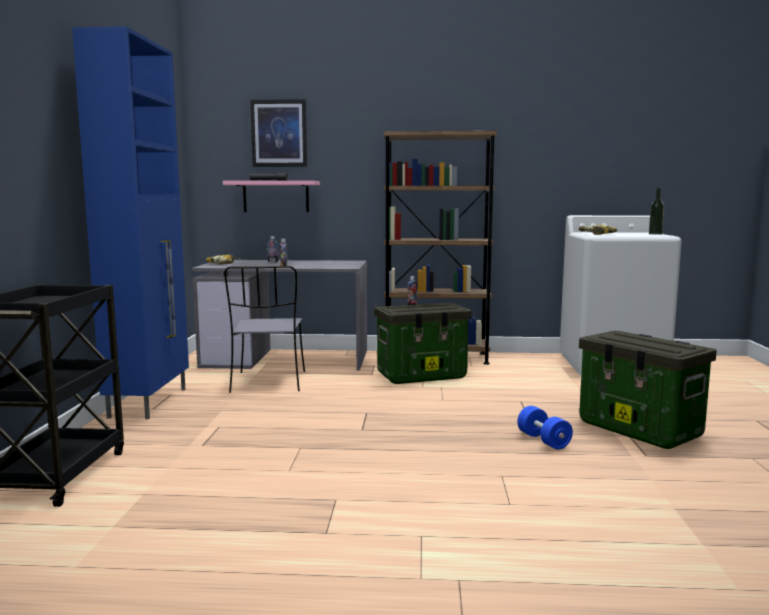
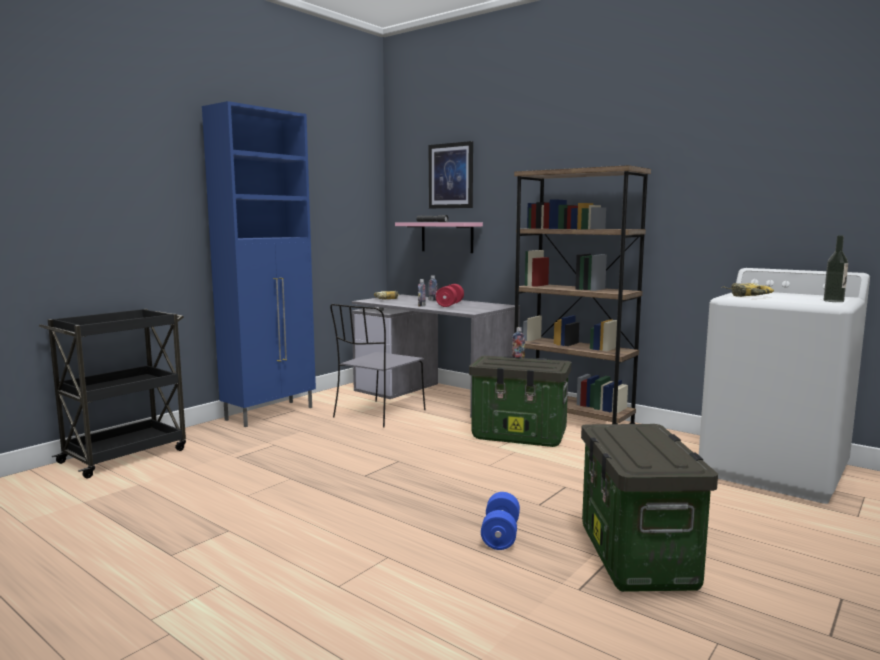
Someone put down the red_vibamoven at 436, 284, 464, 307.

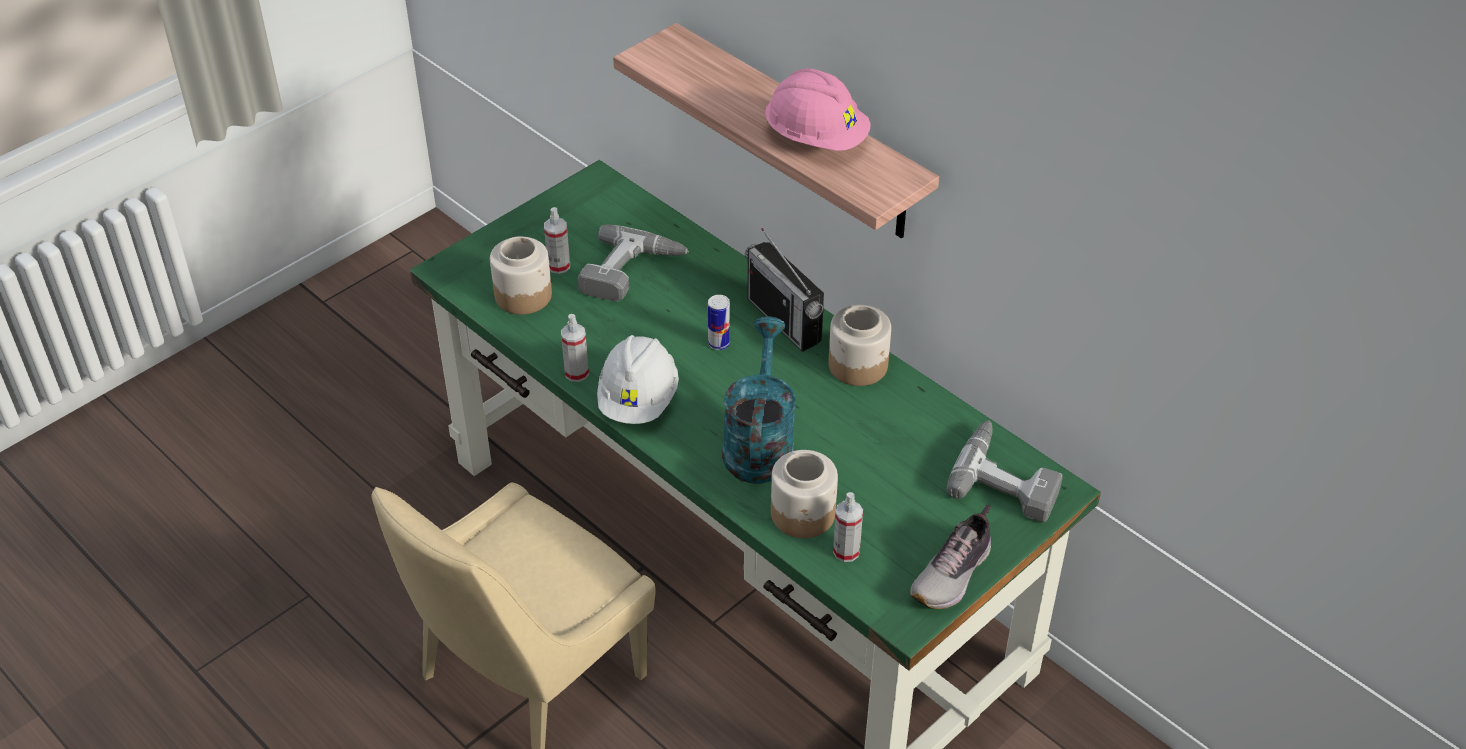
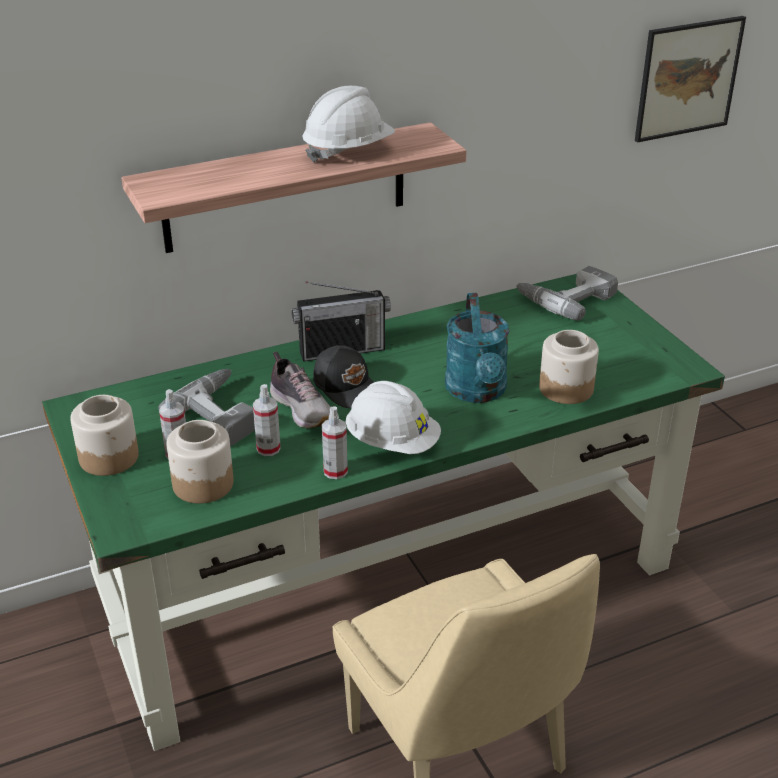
Someone put up the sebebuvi at 635, 16, 746, 142.
Someone carried the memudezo from 829, 305, 891, 386 to 70, 395, 139, 476.
Someone carried the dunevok from 833, 492, 863, 562 to 253, 384, 281, 456.
Someone carried the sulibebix from 910, 504, 991, 609 to 270, 352, 331, 428.
Someone swapped the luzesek at 708, 295, 730, 350 for the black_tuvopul at 313, 345, 374, 408.
Someone repainted the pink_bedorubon at 765, 69, 871, 151, which became the white_bedorubon at 302, 86, 395, 163.
Someone rotated the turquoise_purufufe at 722, 316, 796, 484 by 120 degrees counterclockwise.

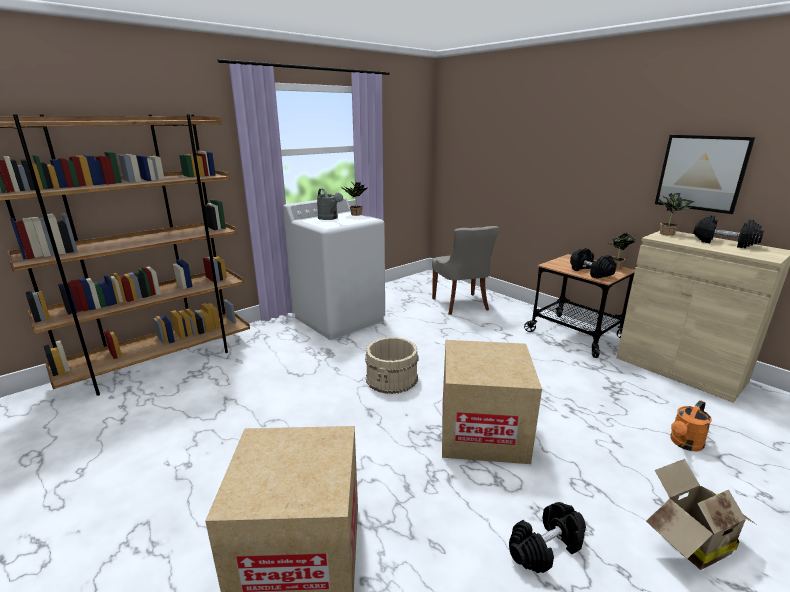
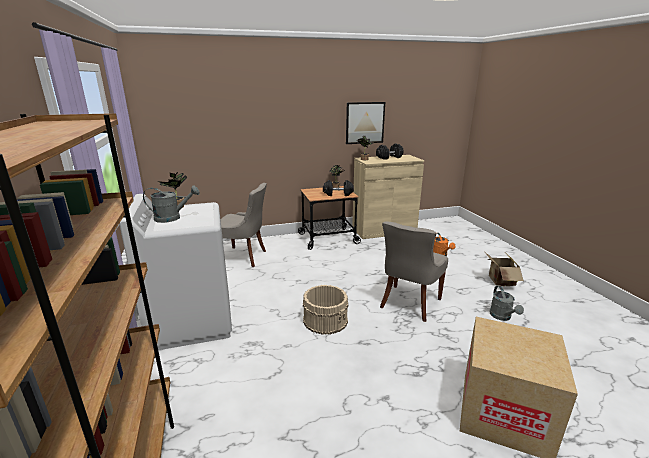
Someone swapped the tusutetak at 442, 340, 542, 464 for the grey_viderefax at 380, 221, 448, 322.
Someone swapped the black_vibamoven at 509, 502, 586, 573 for the grey_purufufe at 490, 286, 524, 321.

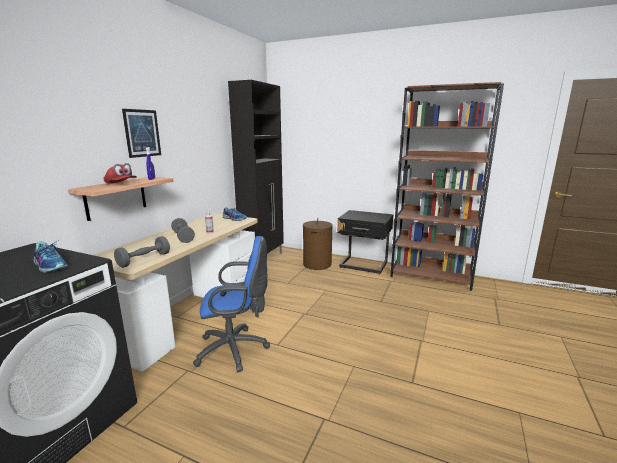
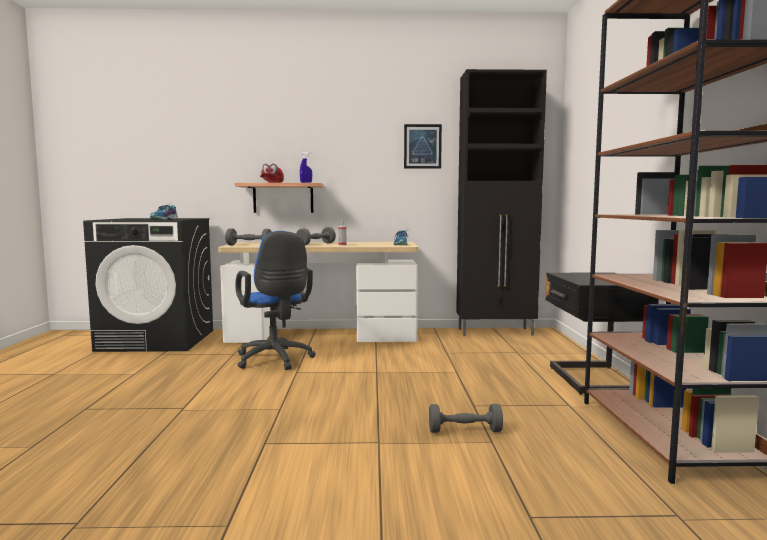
Someone took away the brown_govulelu at 303, 218, 333, 270.
Someone put down the grey_vibamoven at 429, 404, 503, 433.
Someone carried the sebebuvi from 122, 109, 161, 158 to 404, 124, 442, 169.

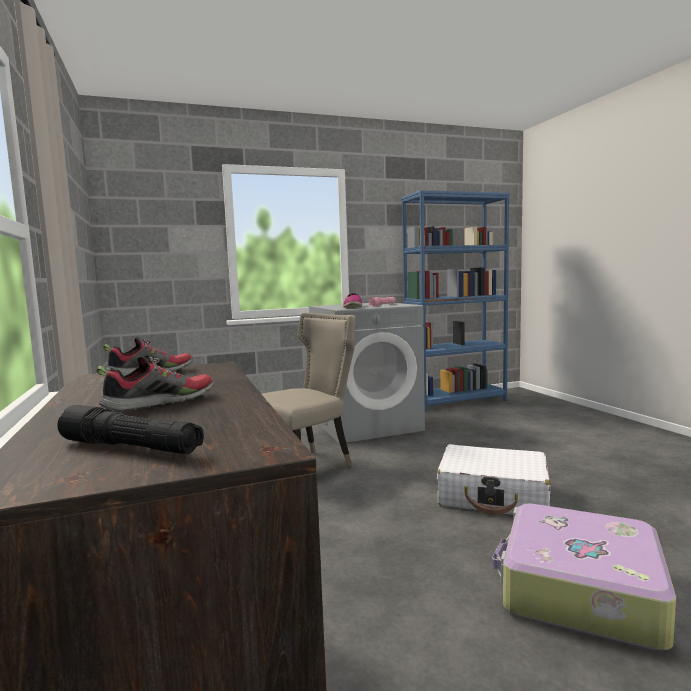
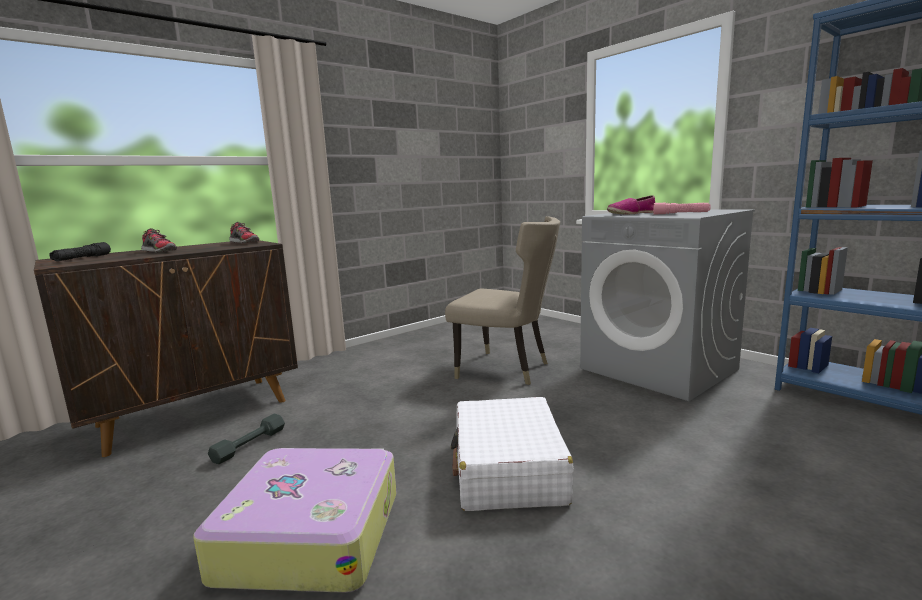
Someone put down the grey_vibamoven at 208, 414, 285, 464.

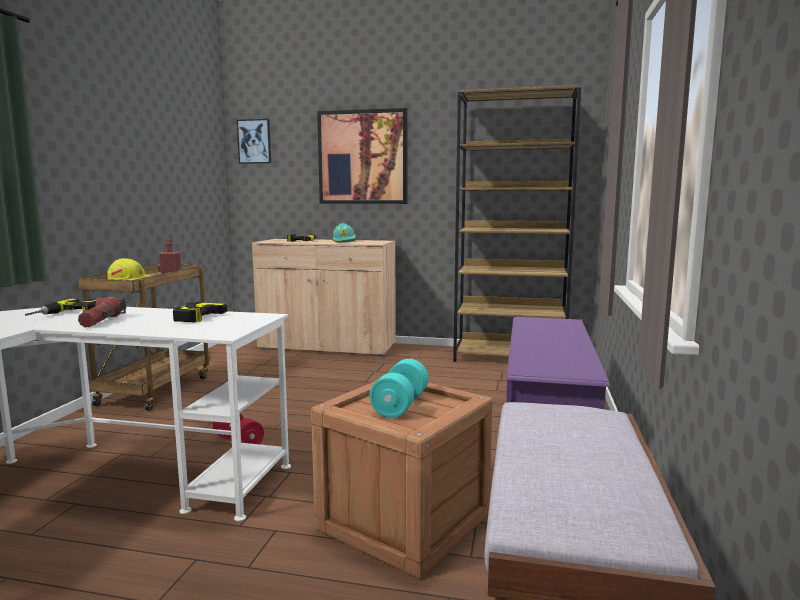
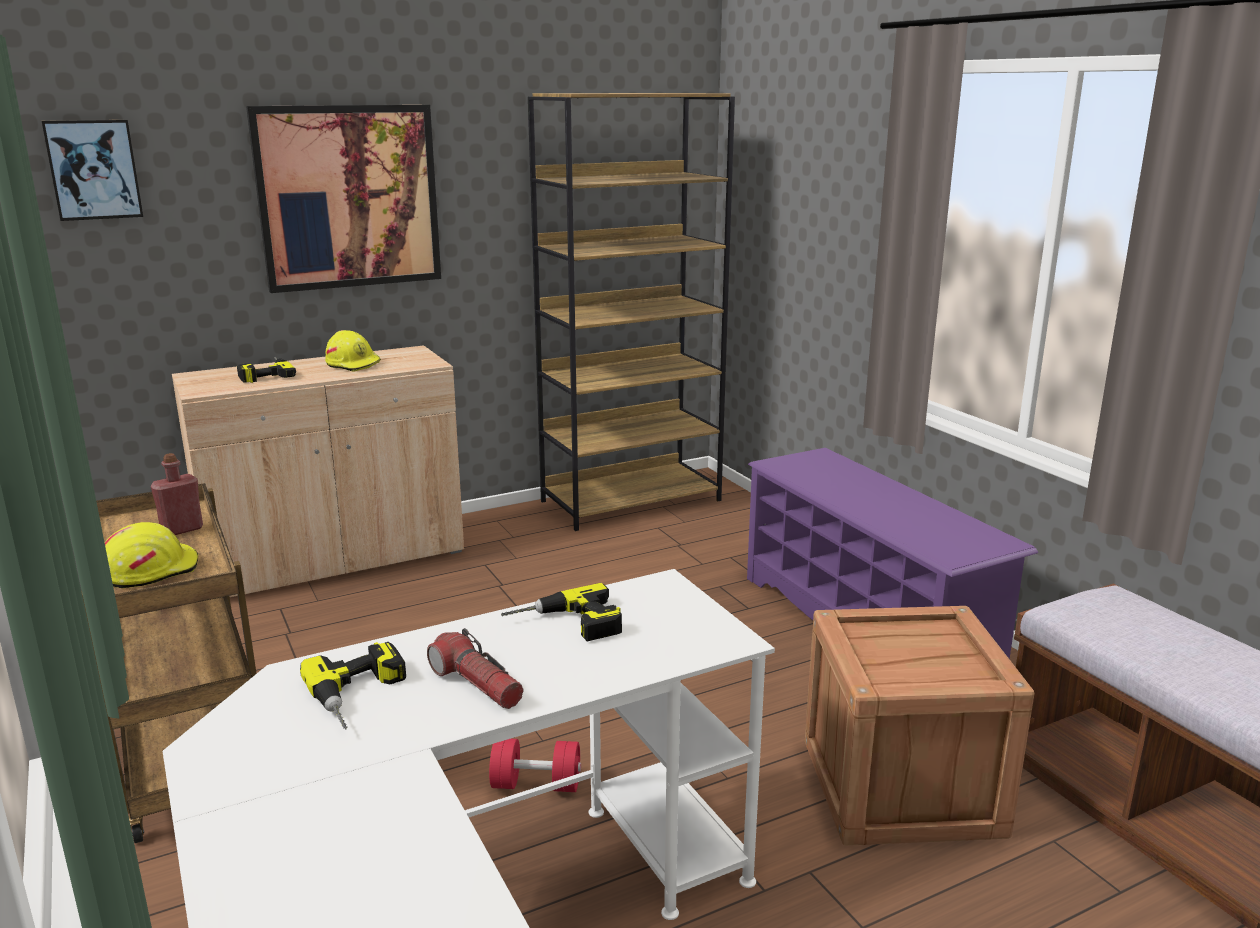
Someone took away the turquoise_vibamoven at 369, 359, 428, 418.
Someone repainted the turquoise_bedorubon at 332, 223, 357, 243, which became the yellow_bedorubon at 325, 330, 381, 372.

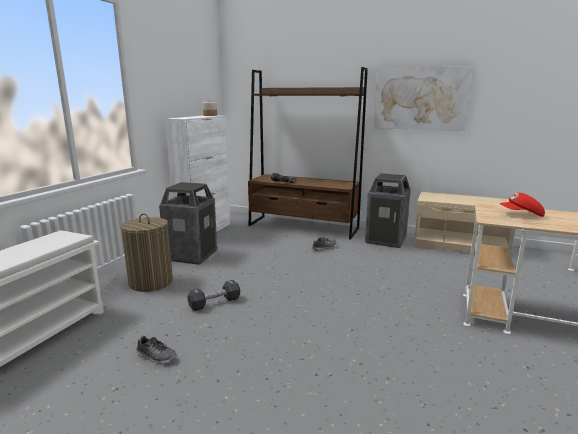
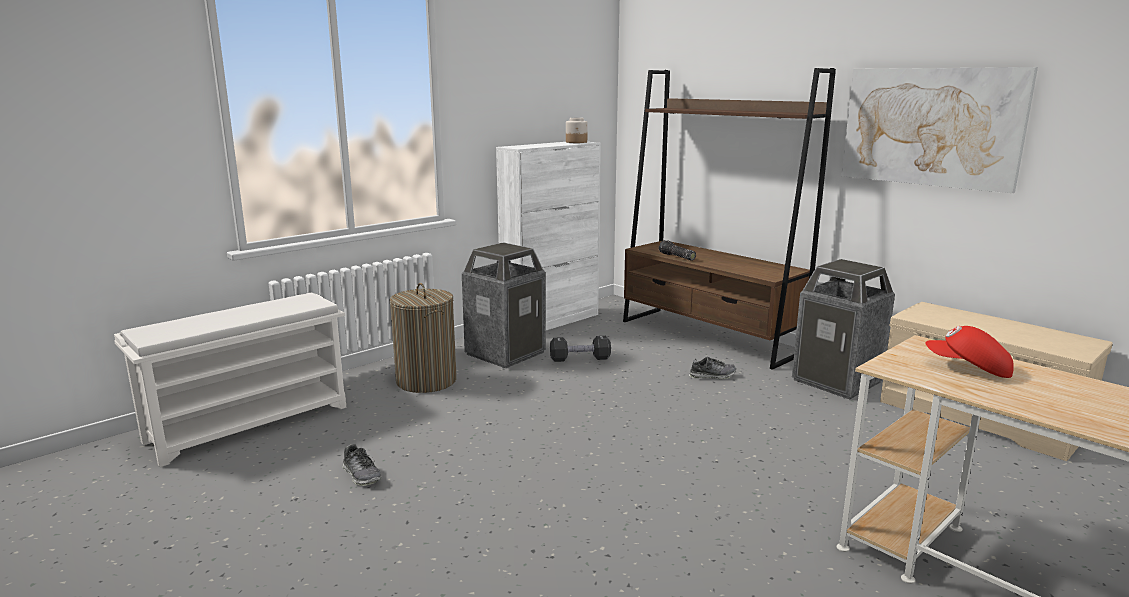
Someone carried the black_vibamoven from 188, 280, 240, 311 to 550, 336, 611, 362.

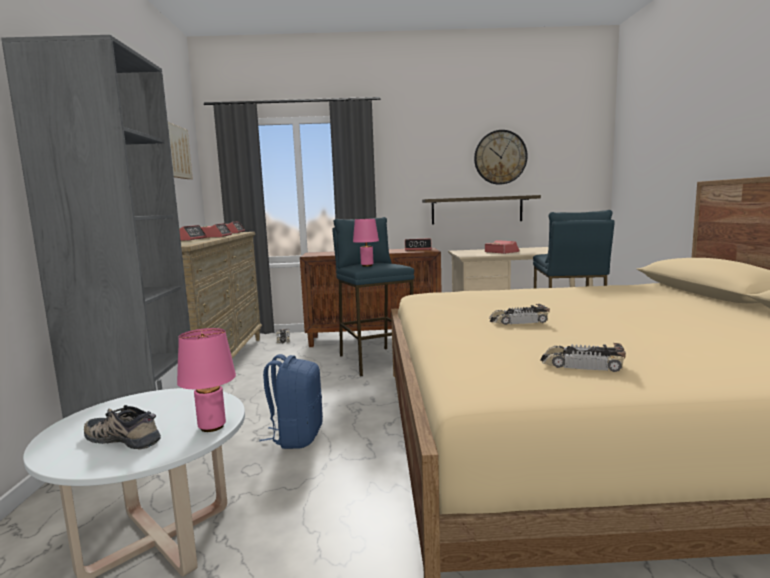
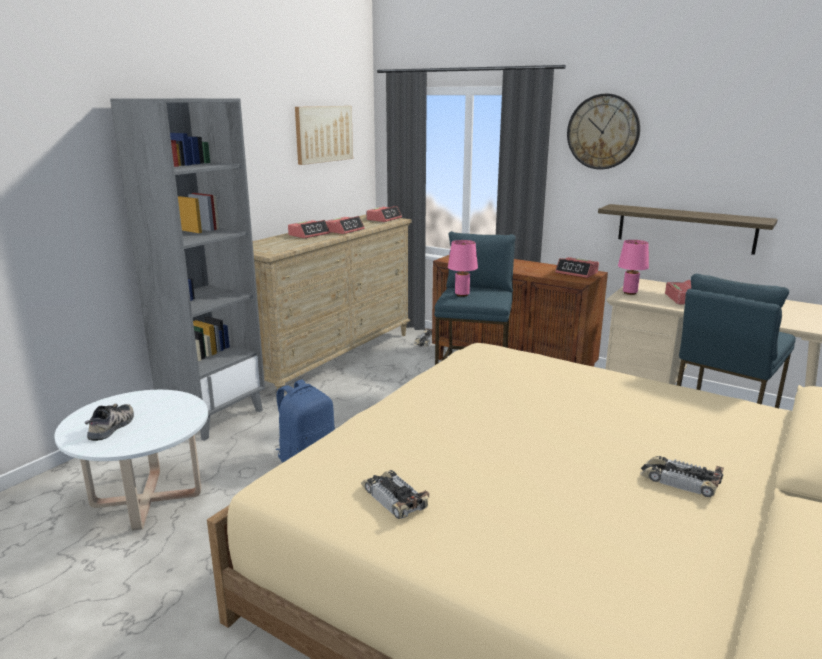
Someone carried the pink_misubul from 177, 328, 236, 432 to 618, 240, 649, 295.
Someone carried the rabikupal from 474, 130, 528, 185 to 567, 94, 640, 169.
Someone carried the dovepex from 489, 304, 550, 325 to 640, 456, 724, 497.
Someone rotated the sulibebix at 84, 405, 161, 449 by 45 degrees clockwise.

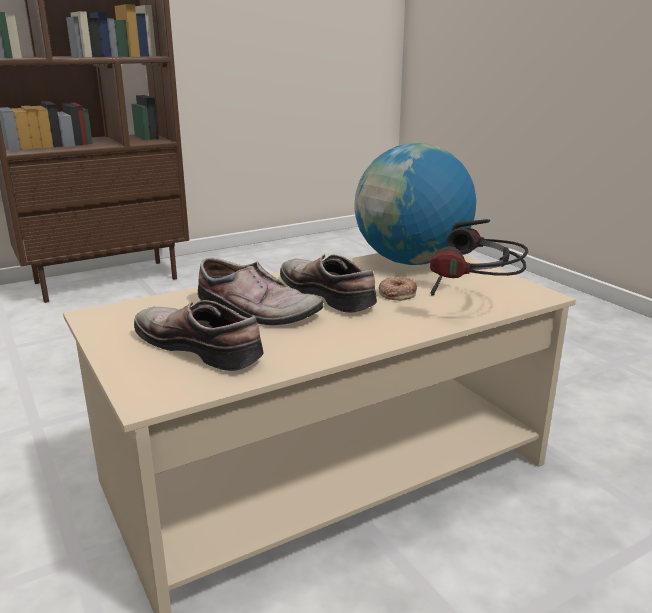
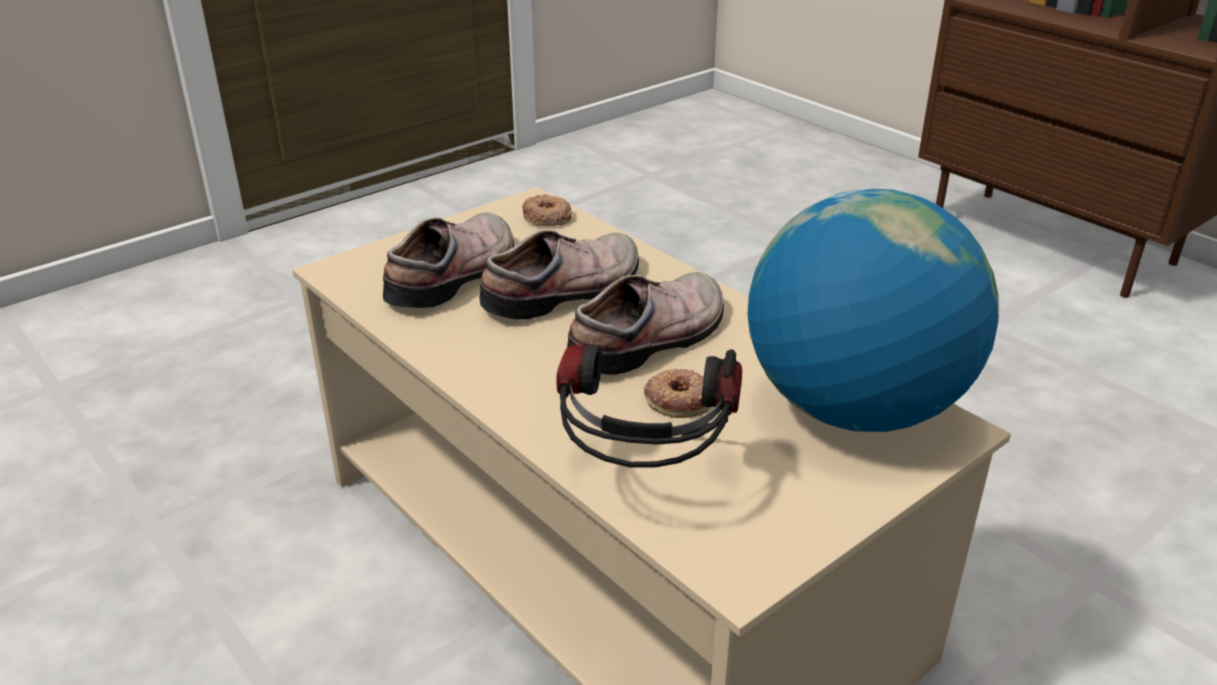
Someone put down the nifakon at 522, 194, 572, 226.
Someone rotated the sulibebix at 198, 258, 324, 325 by 150 degrees counterclockwise.

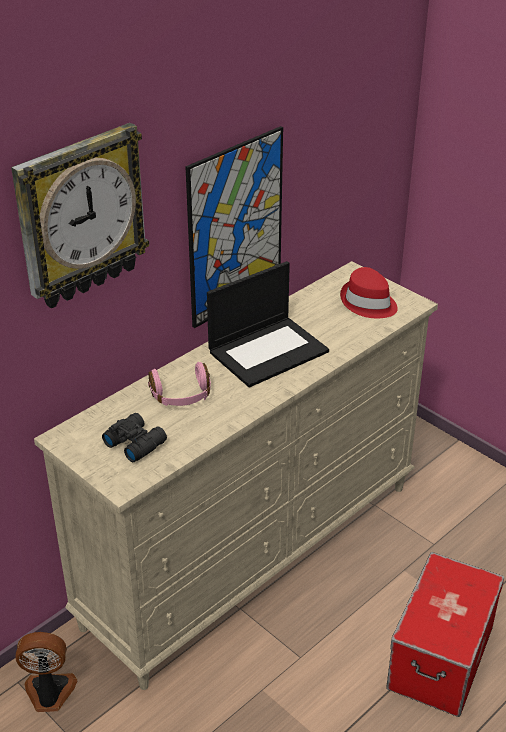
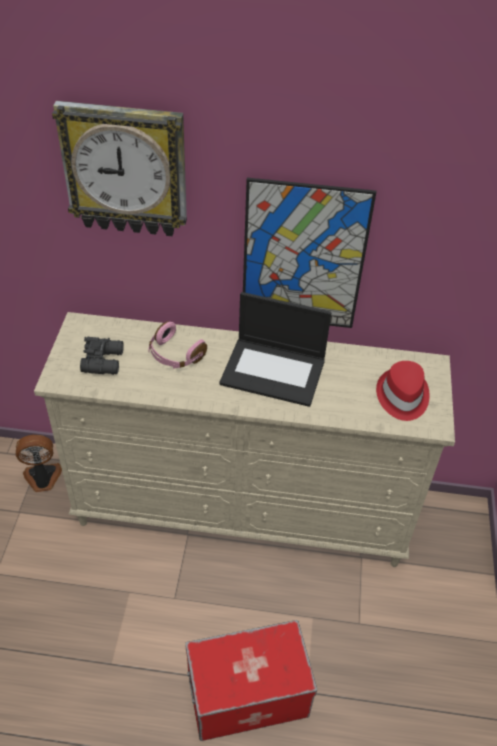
Someone rotated the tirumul at 16, 632, 77, 712 by 60 degrees counterclockwise.

